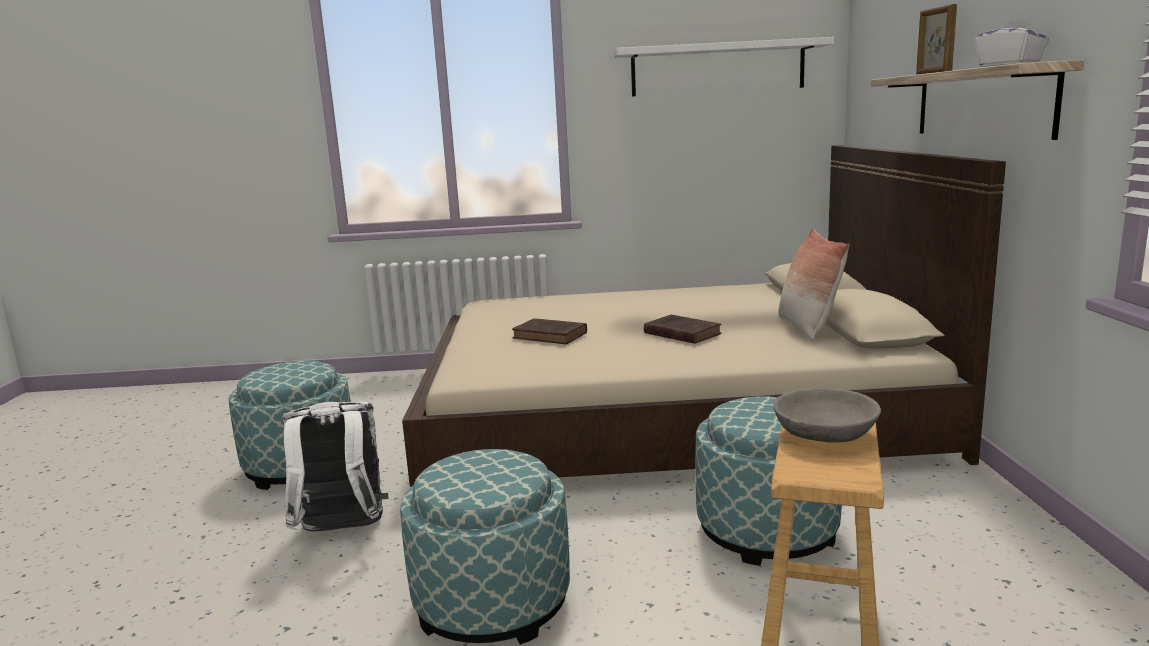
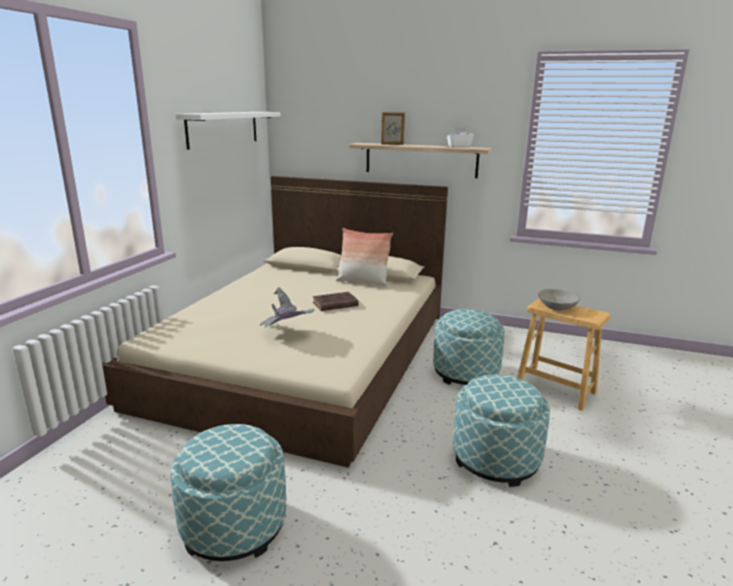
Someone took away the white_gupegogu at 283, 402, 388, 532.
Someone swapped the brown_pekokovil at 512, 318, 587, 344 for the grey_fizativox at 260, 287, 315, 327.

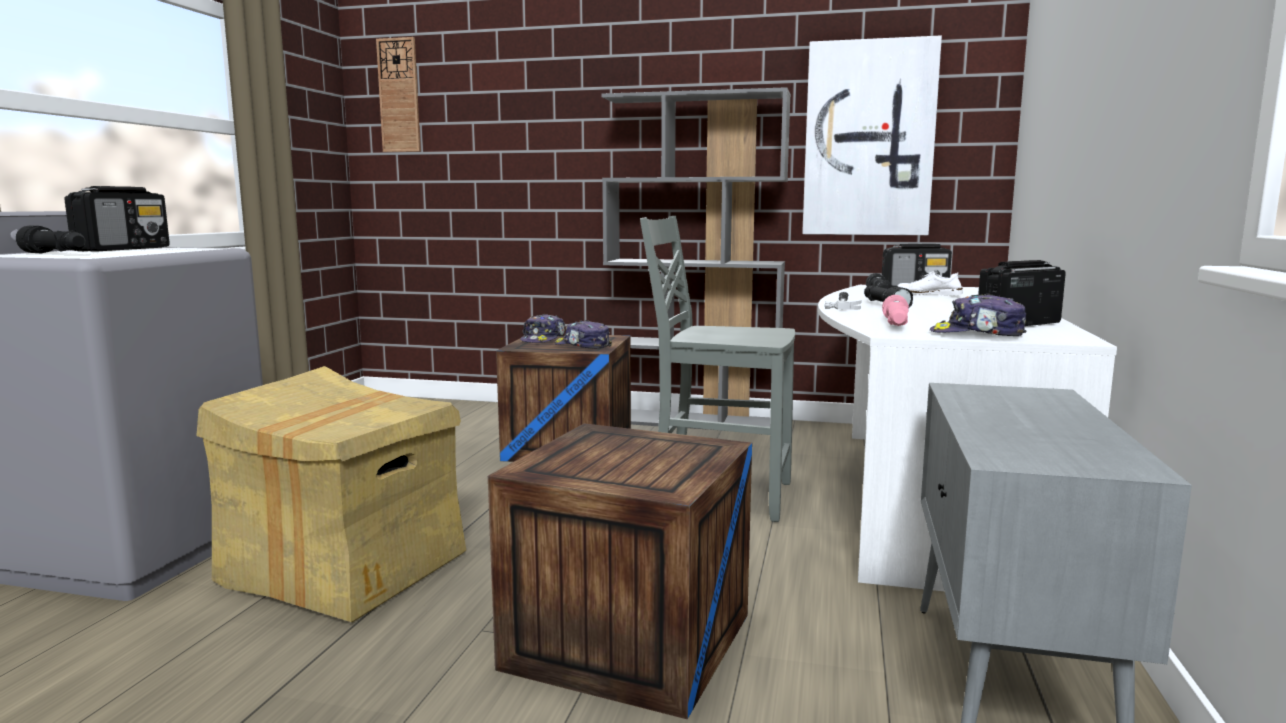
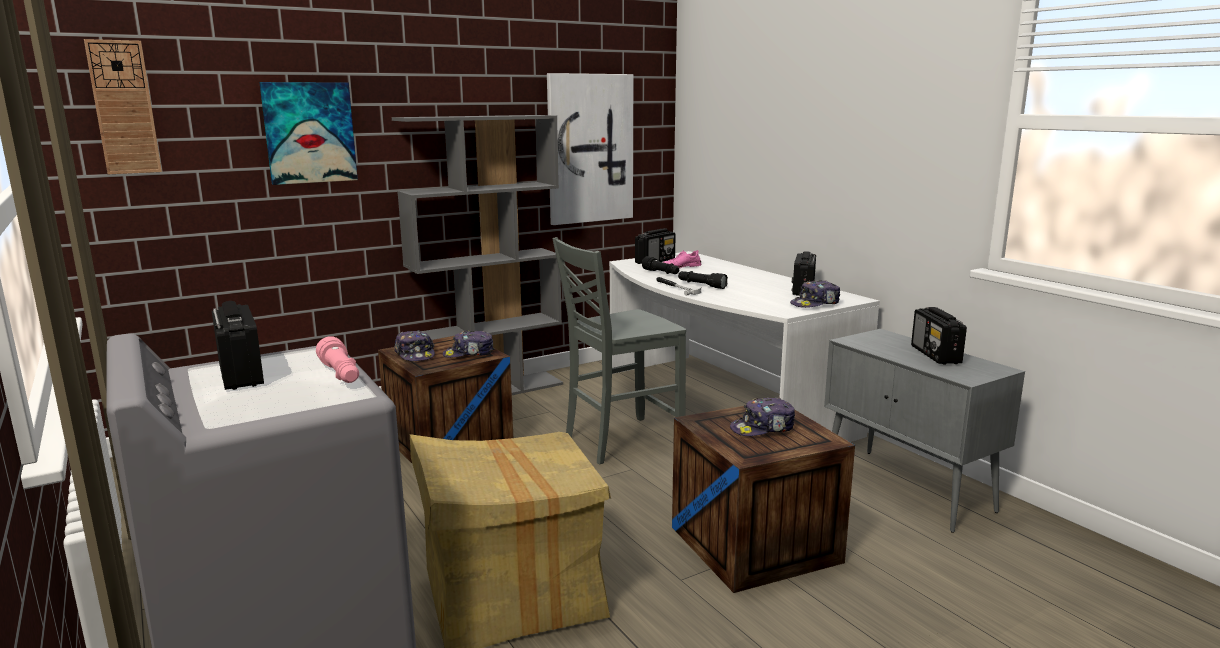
Someone took away the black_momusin at 16, 226, 86, 253.
Someone put up the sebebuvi at 259, 82, 358, 185.
Someone put down the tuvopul at 730, 397, 795, 436.
Someone put down the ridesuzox at 911, 307, 967, 364.
Someone carried the pink_momusin from 882, 295, 909, 326 to 316, 336, 359, 383.
Someone repainted the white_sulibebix at 897, 271, 963, 296, which became the pink_sulibebix at 663, 250, 701, 268.

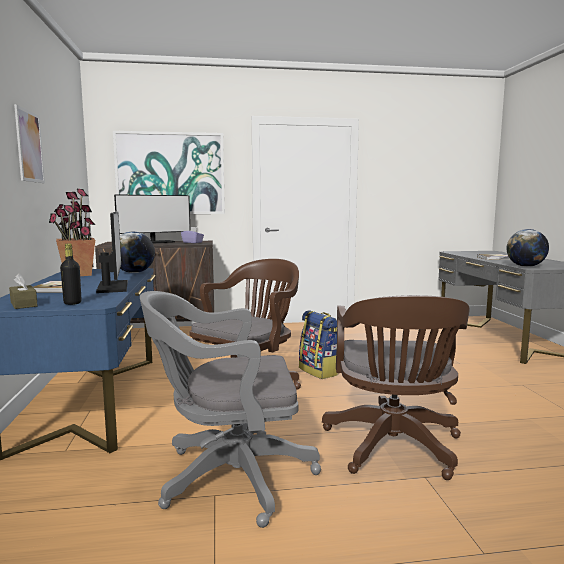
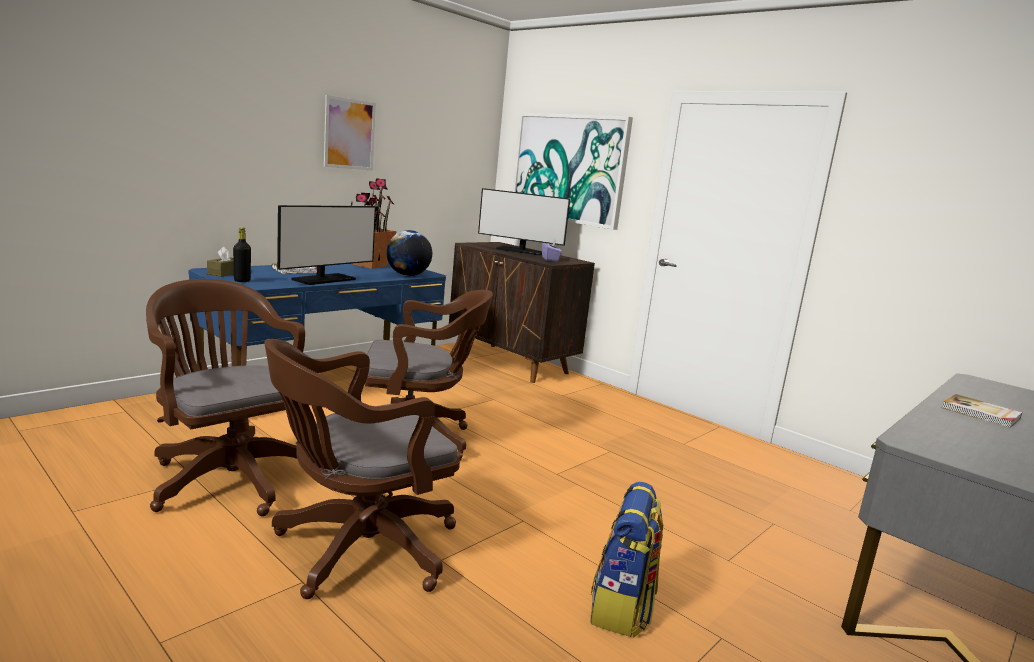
Someone took away the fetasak at 507, 229, 549, 267.
Someone carried the gupegogu from 299, 310, 339, 379 to 591, 482, 663, 637.
Someone repainted the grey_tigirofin at 140, 291, 321, 528, which became the brown_tigirofin at 146, 279, 305, 516.

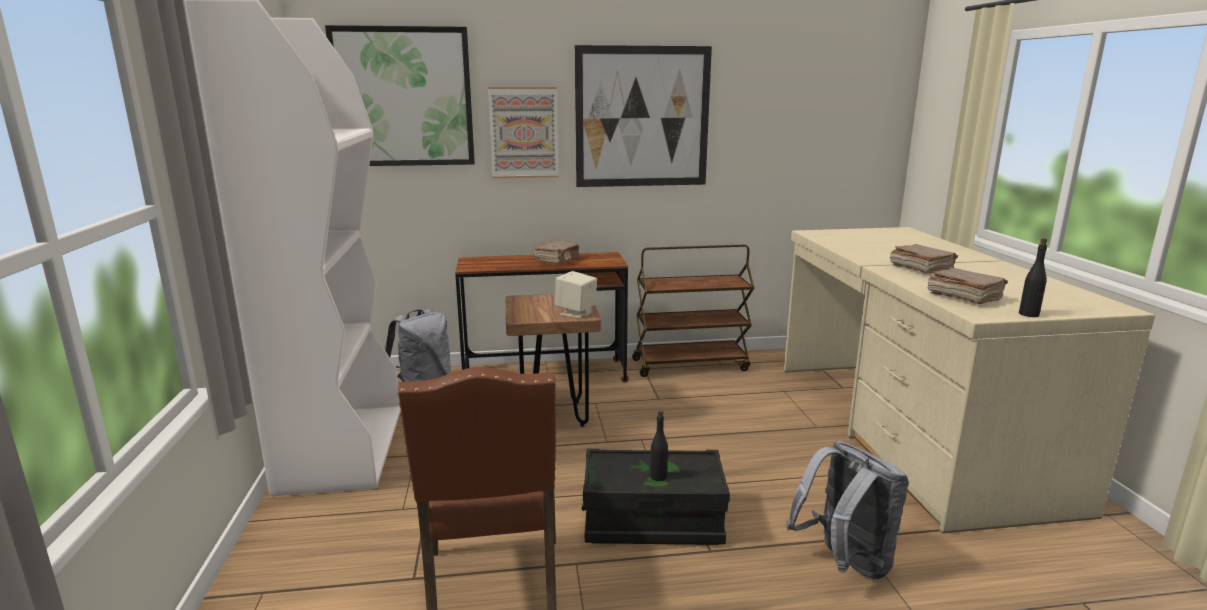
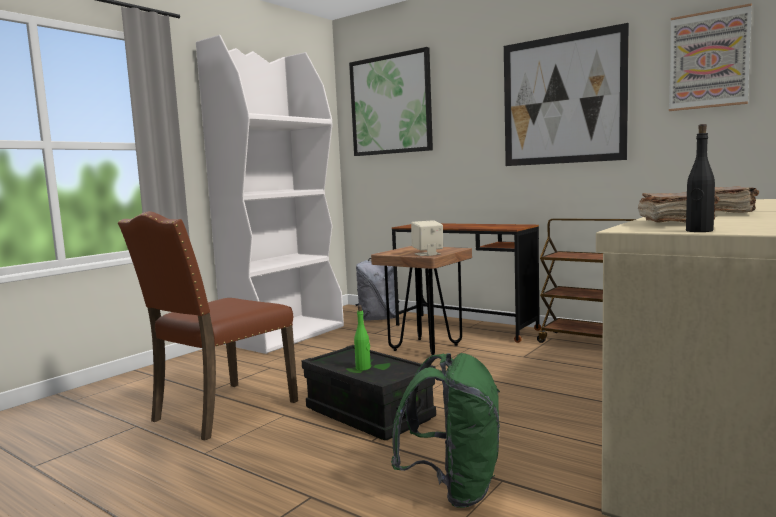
Someone took away the brown_pekokovil at 535, 240, 580, 264.
Someone carried the sebebuvi from 488, 87, 559, 178 to 669, 3, 752, 111.
Someone repainted the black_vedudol at 650, 410, 669, 481, which became the green_vedudol at 354, 305, 371, 370.
Someone repainted the grey_gupegogu at 786, 440, 909, 580, which became the green_gupegogu at 391, 353, 500, 508.

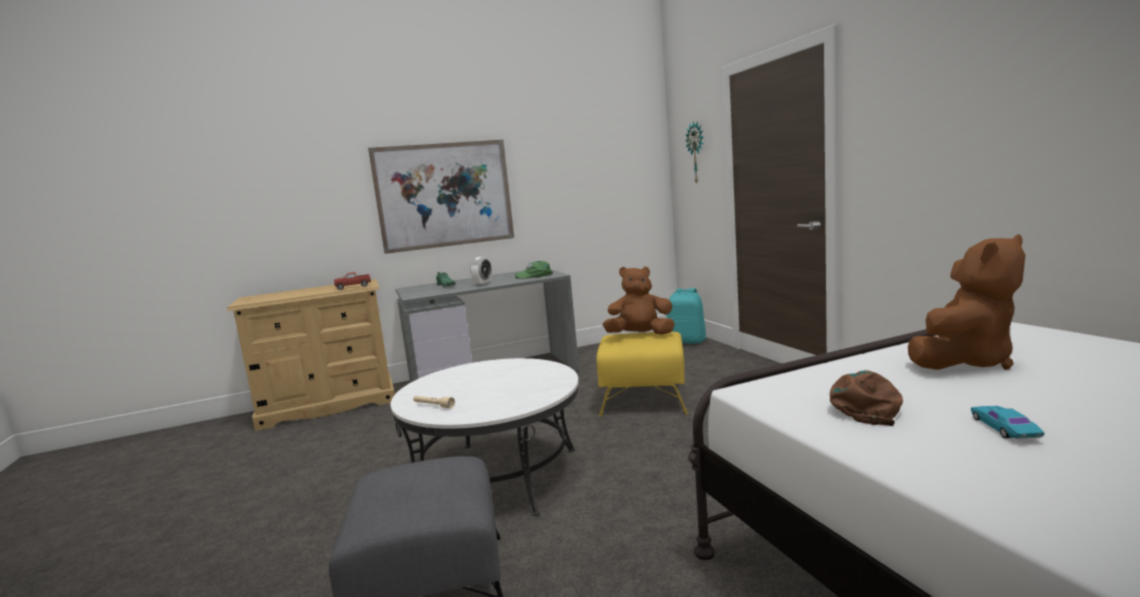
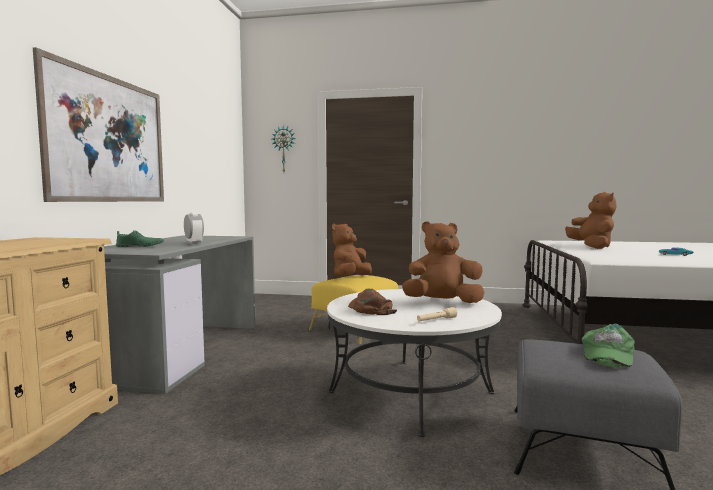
Someone took away the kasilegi at 334, 272, 371, 290.
Someone took away the turquoise_gupegogu at 666, 288, 706, 343.
Someone put down the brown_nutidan at 402, 221, 484, 303.
Someone carried the green_tuvopul from 515, 261, 553, 279 to 582, 324, 635, 368.
Someone carried the brown_tuvopul from 830, 370, 903, 426 to 348, 289, 397, 315.

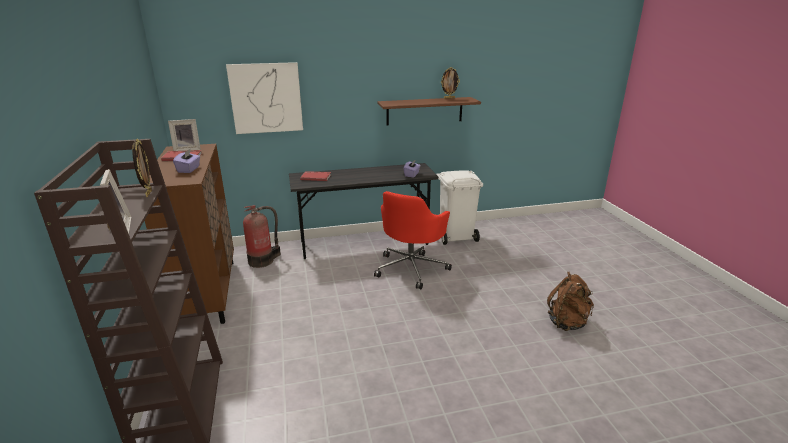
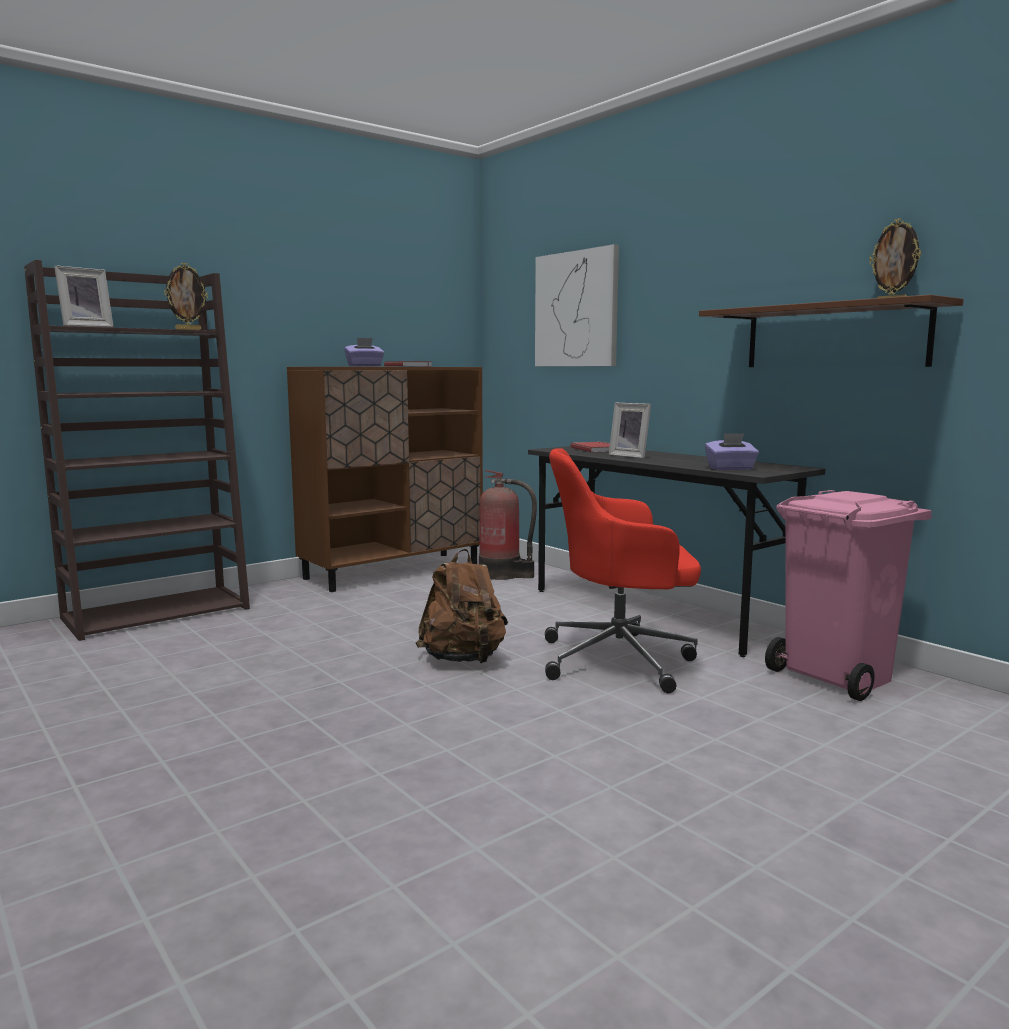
Someone carried the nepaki from 168, 119, 201, 151 to 609, 402, 651, 458.
Someone carried the brown_gupegogu from 547, 272, 594, 331 to 415, 549, 508, 663.
Someone repainted the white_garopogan at 436, 170, 483, 245, which became the pink_garopogan at 765, 490, 932, 701.

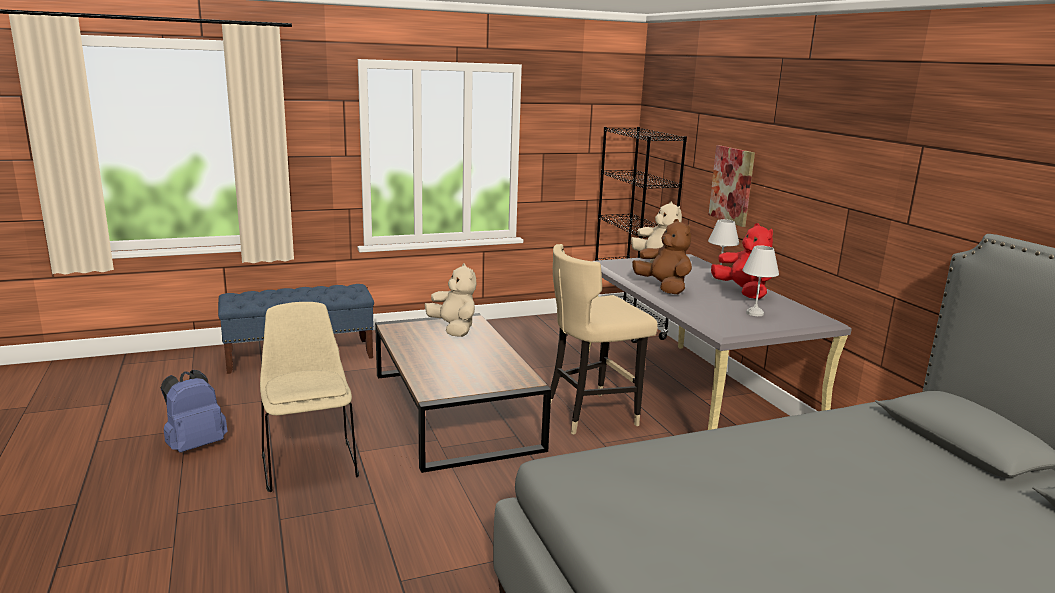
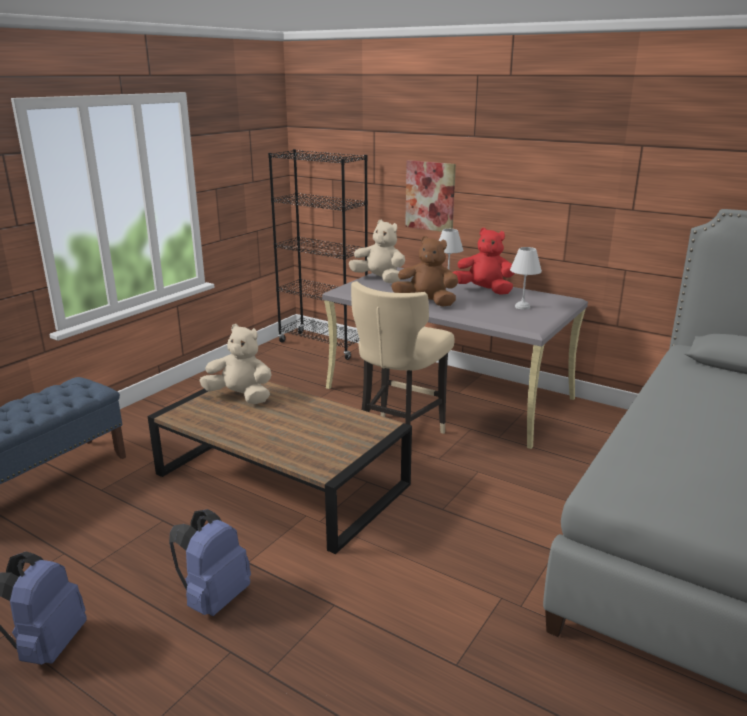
Someone swapped the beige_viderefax at 260, 302, 359, 492 for the blue_gupegogu at 169, 509, 251, 616.

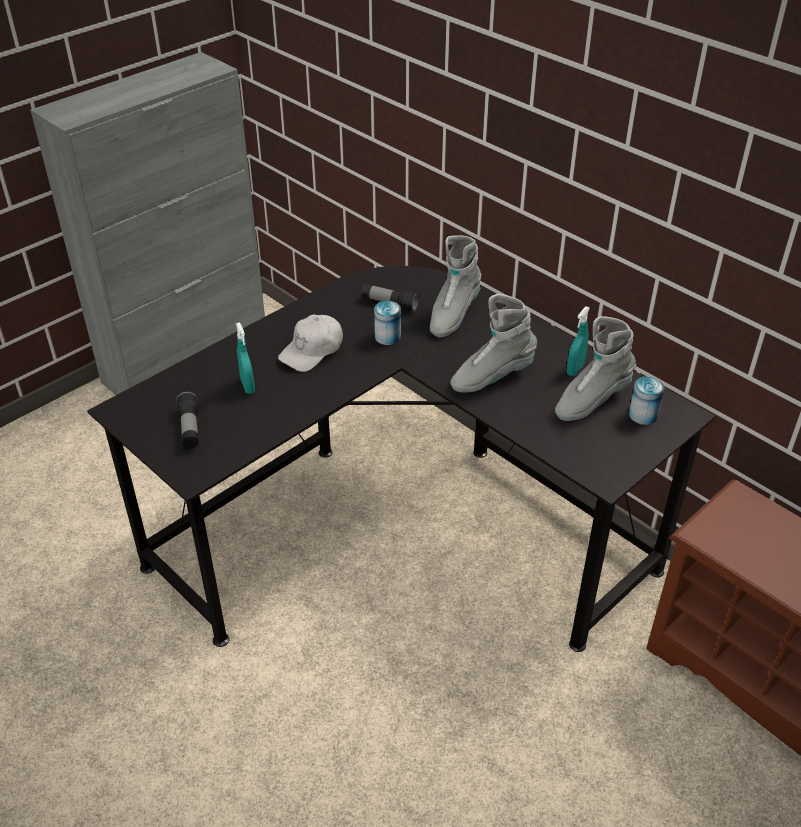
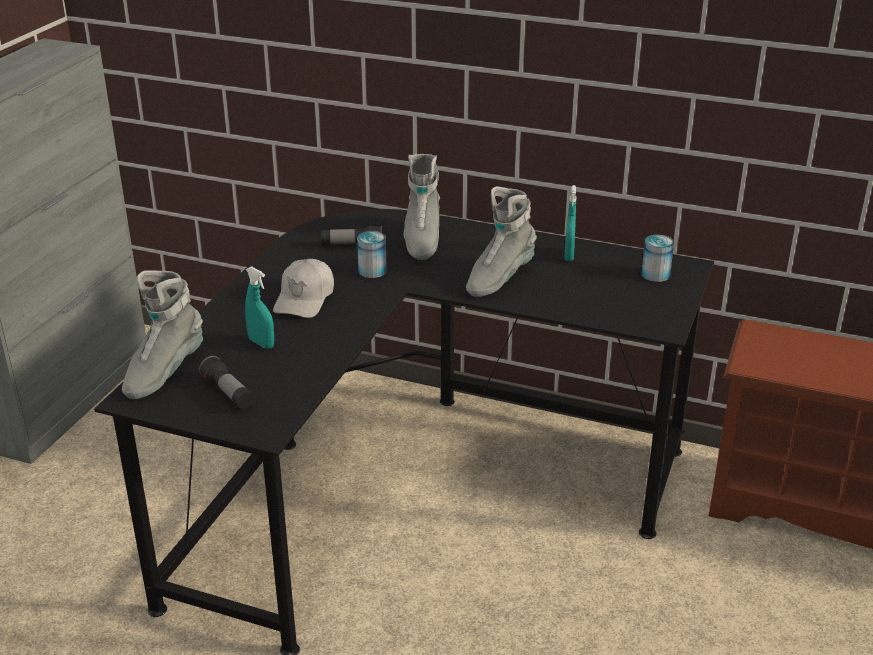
Someone carried the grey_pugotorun from 555, 316, 636, 421 to 122, 270, 203, 399.

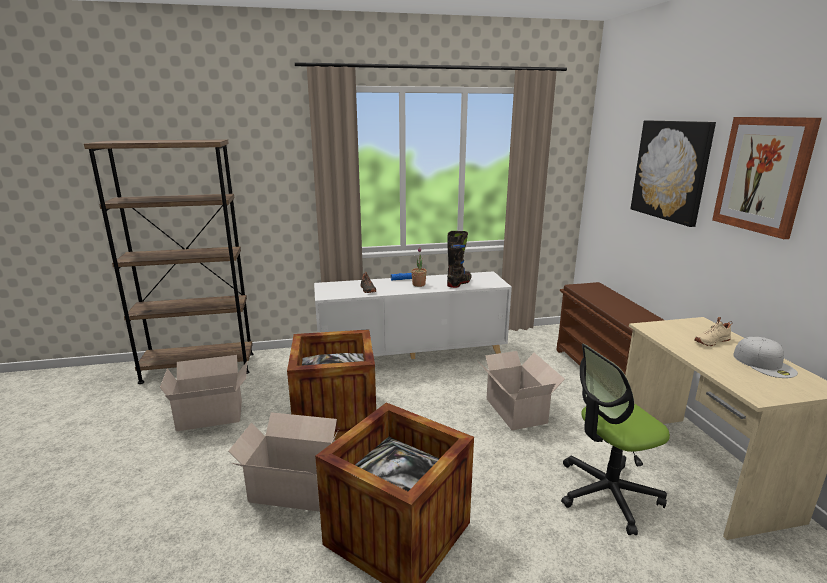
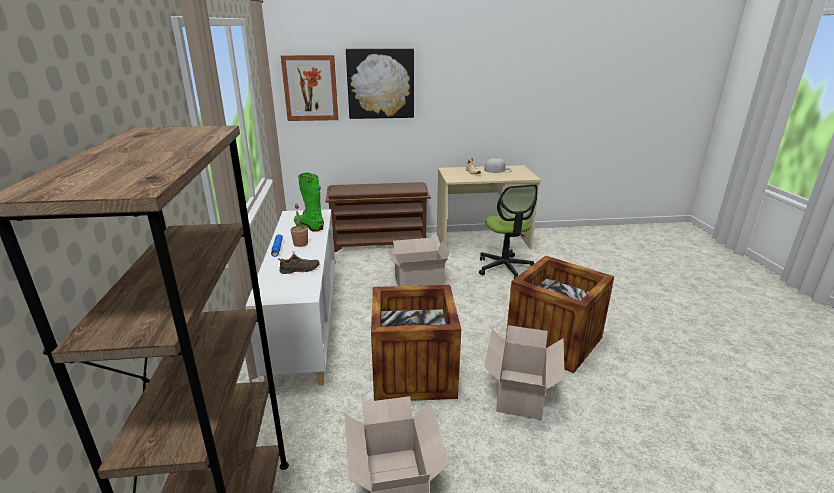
Someone carried the sebebuvi from 712, 117, 822, 239 to 281, 55, 339, 121.
Someone repainted the black_pugotorun at 447, 231, 471, 288, which became the green_pugotorun at 294, 173, 324, 232.

